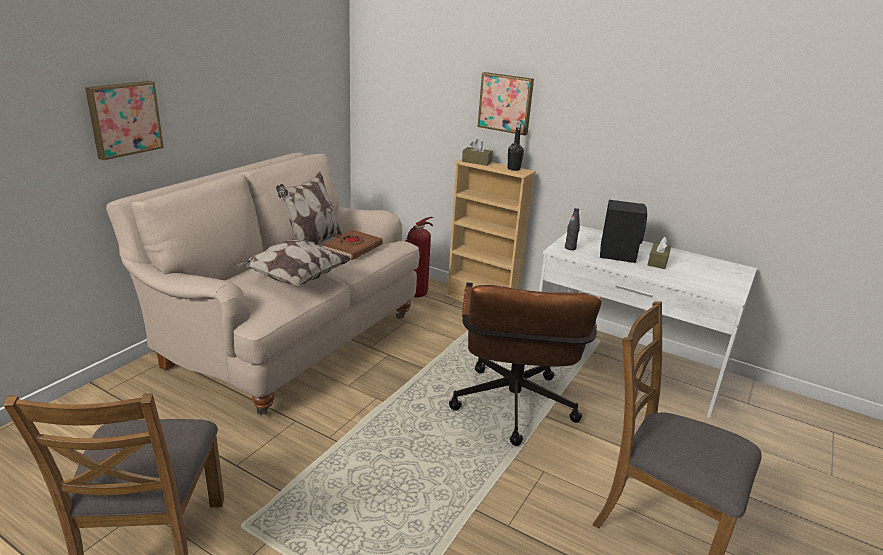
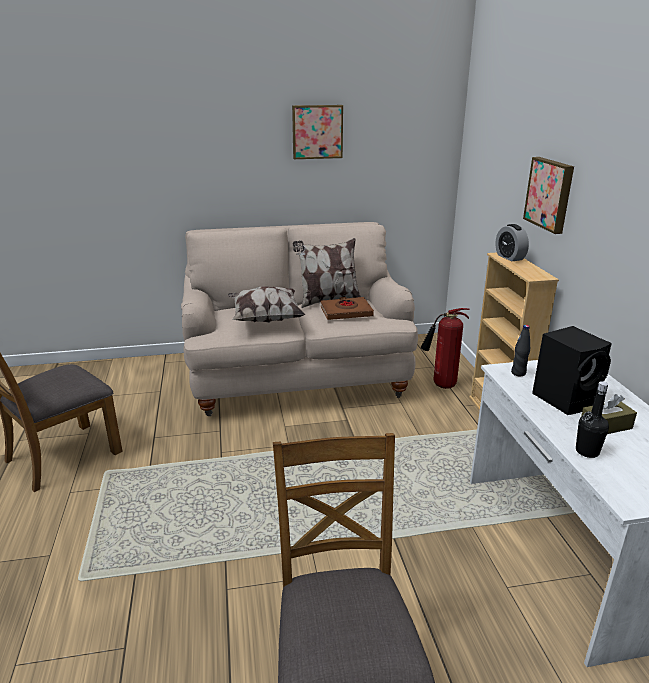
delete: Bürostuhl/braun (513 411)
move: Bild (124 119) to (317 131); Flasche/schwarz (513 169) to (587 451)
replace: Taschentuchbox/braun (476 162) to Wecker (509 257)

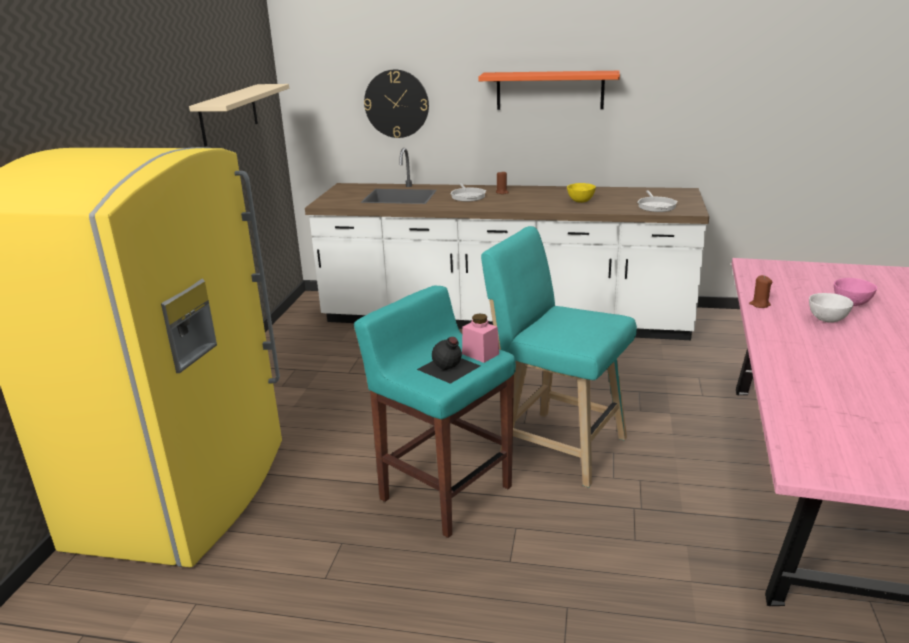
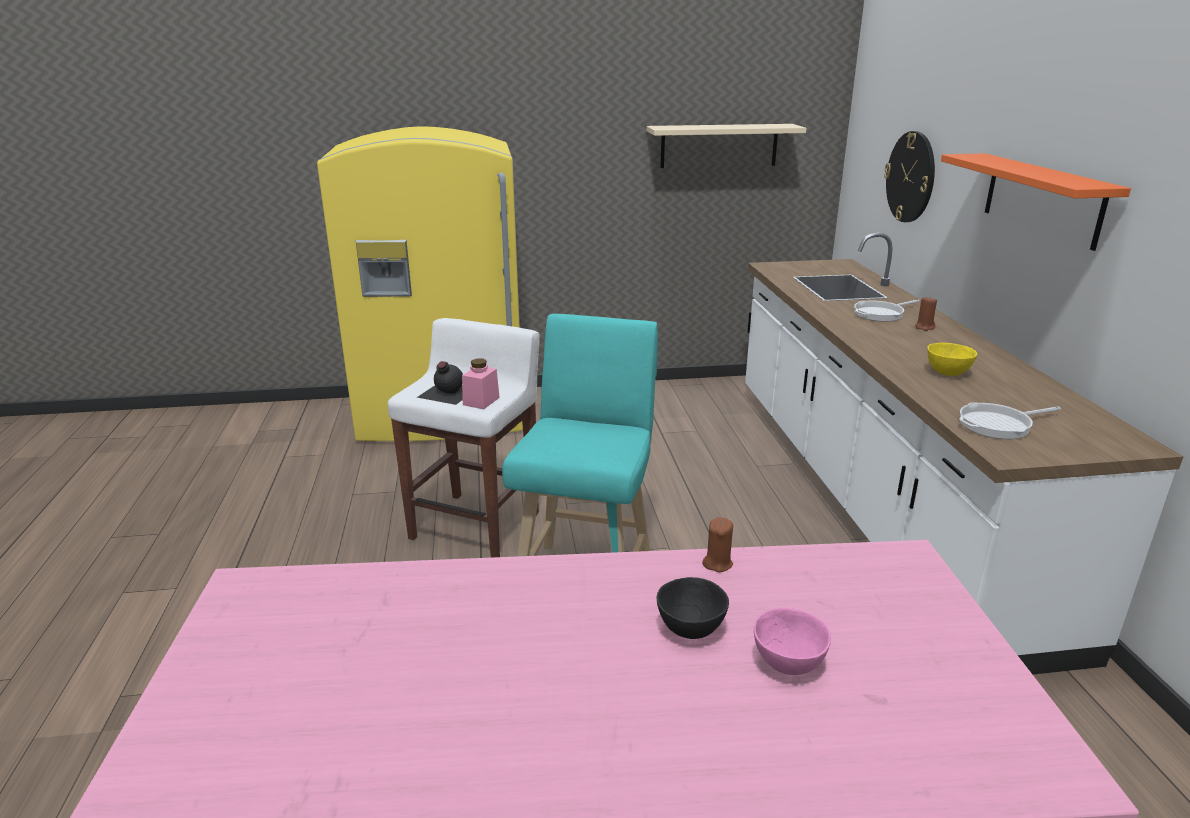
recolor: Hocker/türkis (444 492) to Hocker/weiß (476 525); Schüssel/weiß (827 320) to Schüssel/schwarz (689 629)

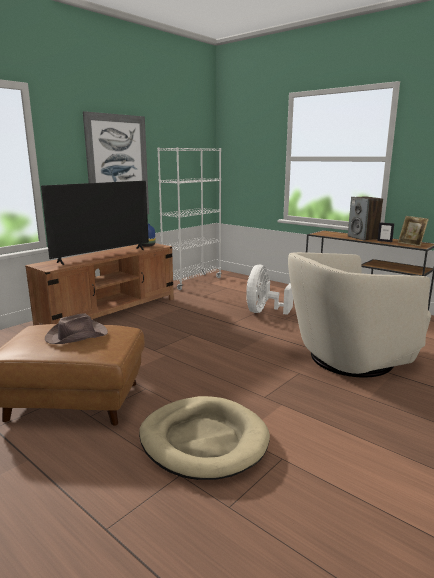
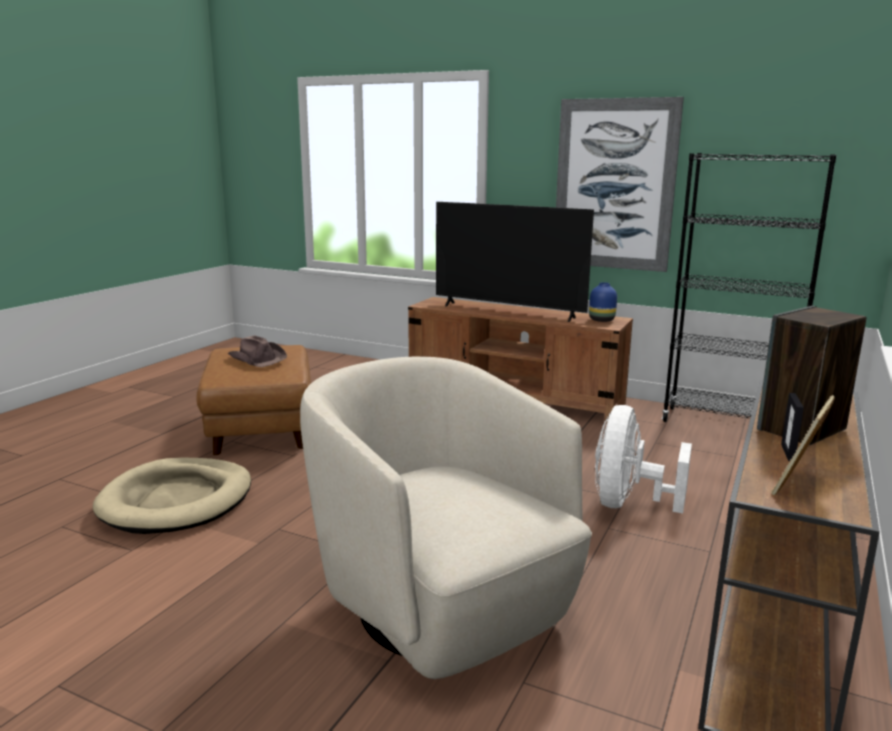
recolor: Bücherregal/weiß (192 282) to Bücherregal/schwarz (727 424)
rotate: Ventilator/weiß (264 311) = (628 503) 75 degrees counterclockwise

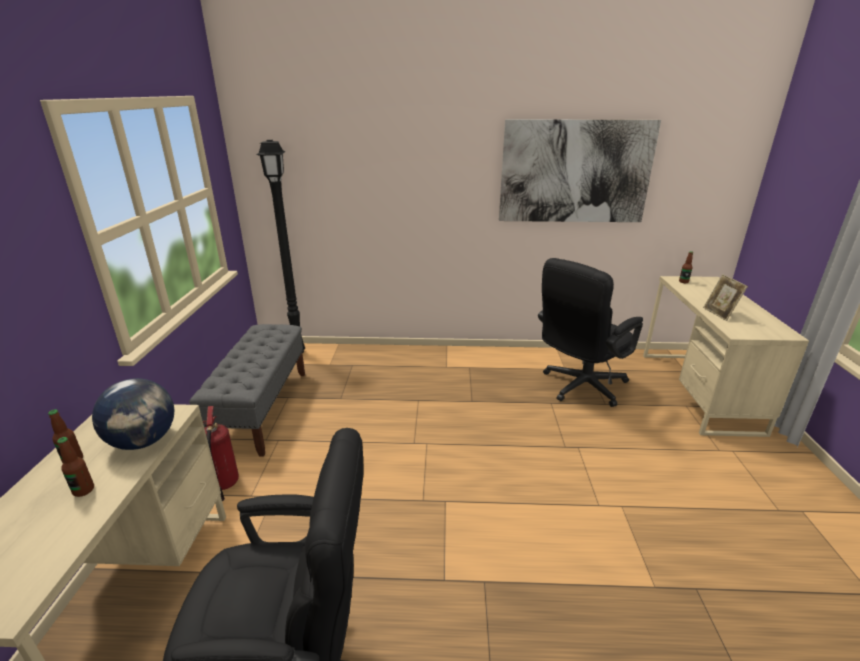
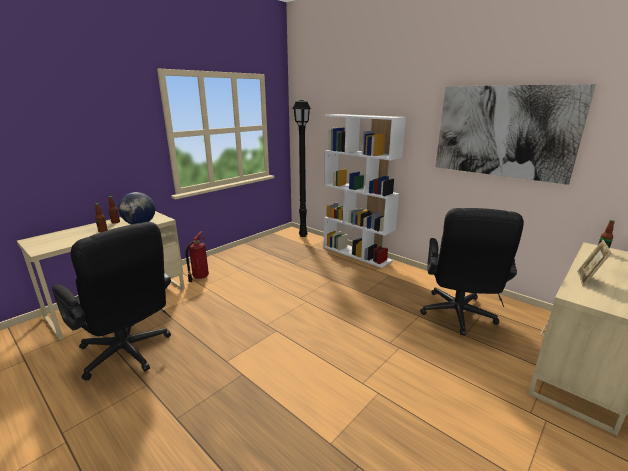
delete: Bank/grau (262 409)
insert: Bücherregal/weiß (357 254)
rotate: Bürostuhl/schwarz (579 387) = (457 317) 75 degrees counterclockwise

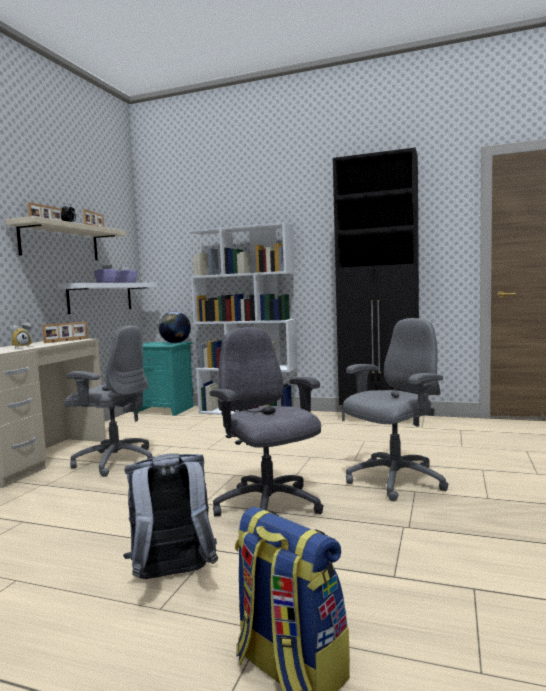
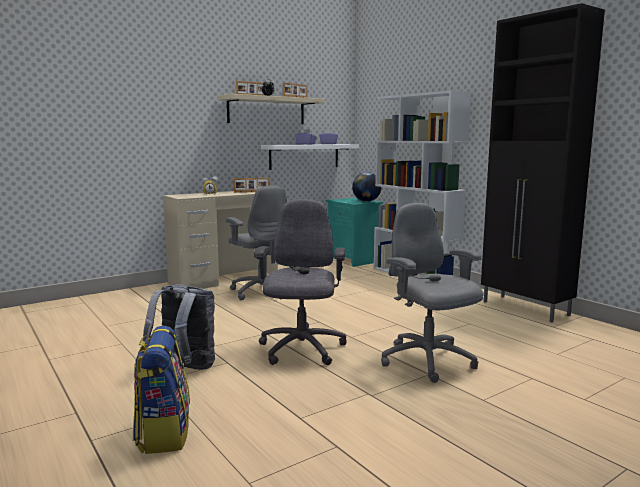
rotate: Bürostuhl/grau (394 481) = (428 362) 120 degrees counterclockwise

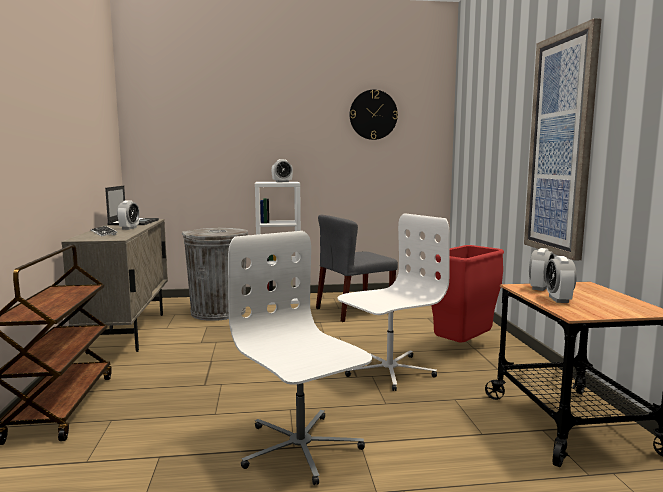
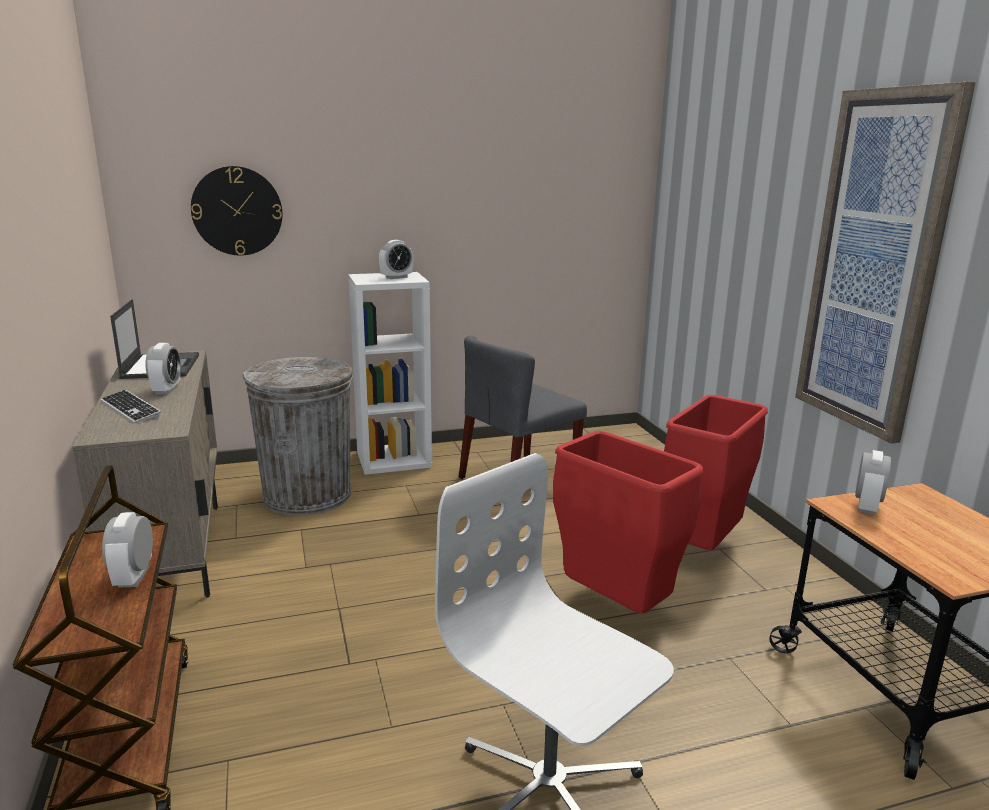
move: Wanduhr (373 115) to (237 211); Wecker (558 299) to (134 577)
replace: Bürostuhl/weiß (388 370) to Mülleimer/rot (616 606)

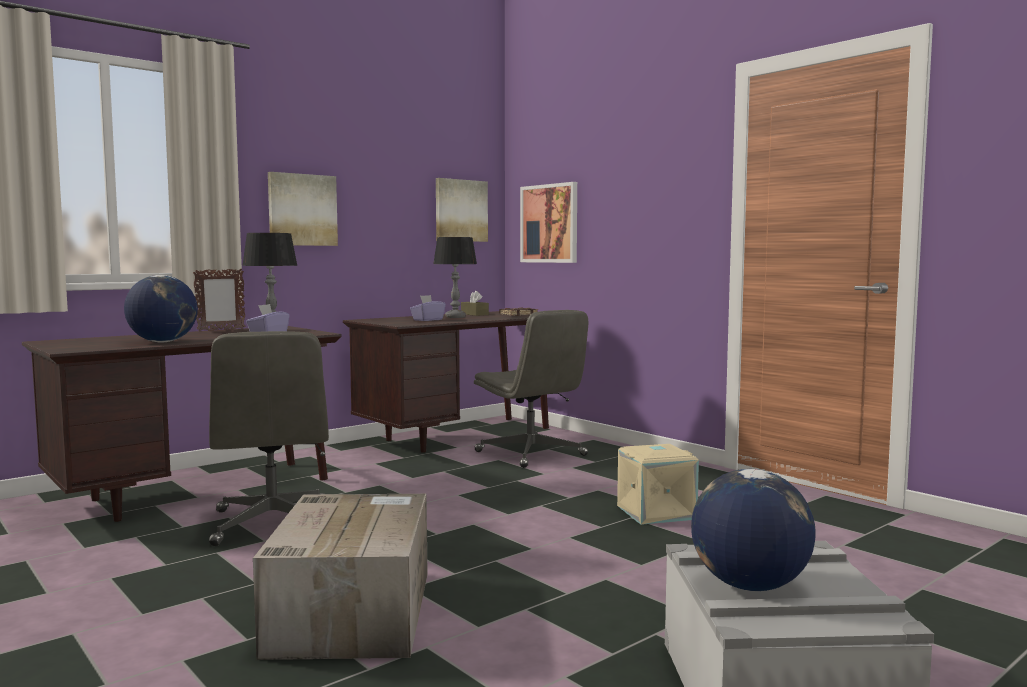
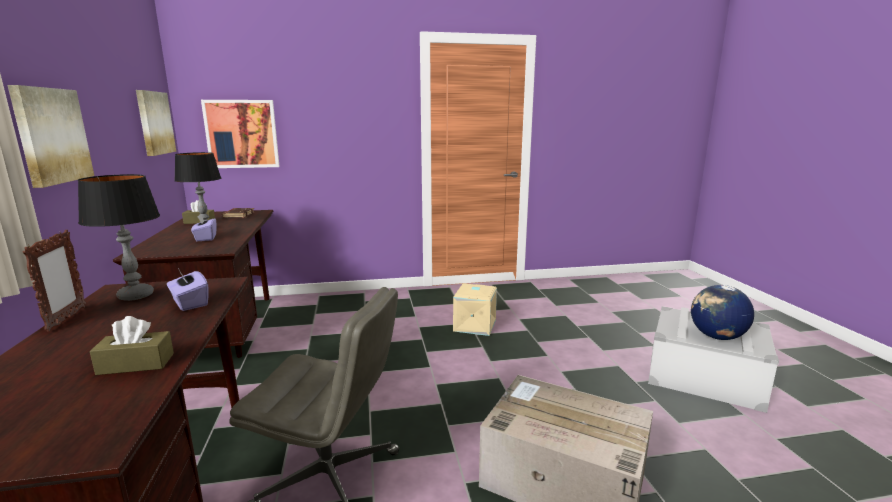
delete: Bürostuhl/grau (531 454)
replace: Globus (163 342) to Taschentuchbox/braun (136 364)

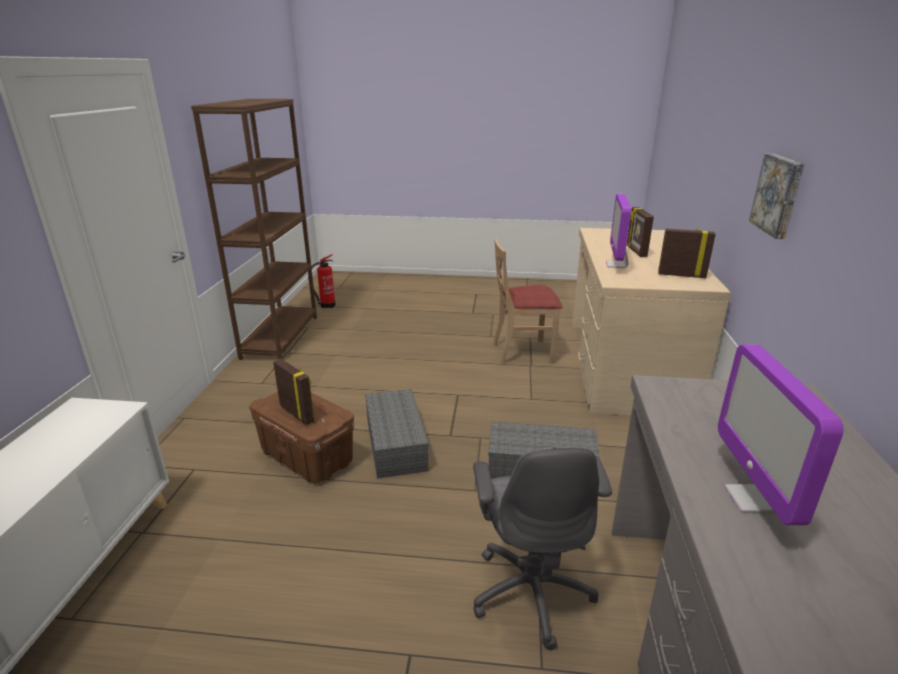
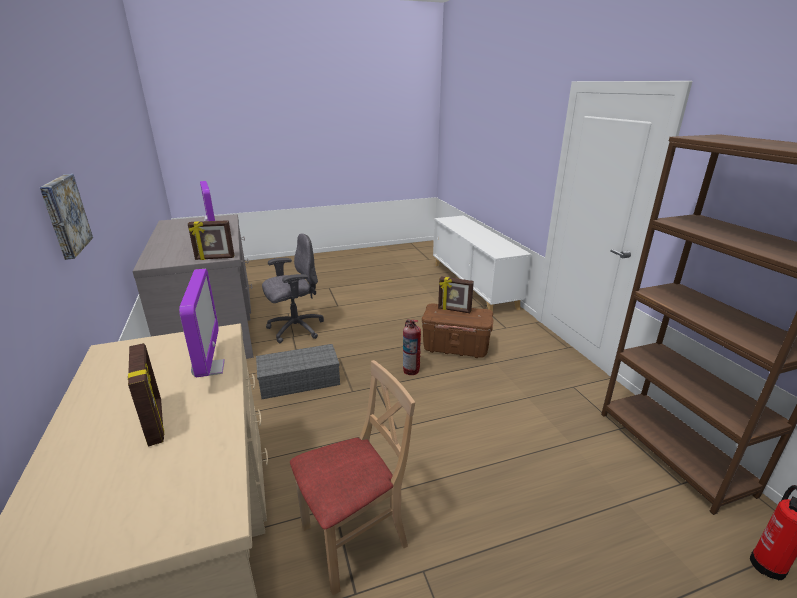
move: Bilderrahmen (681 275) to (215 258)
replace: Aufbewahrungsbox/grau (394 443) to Feuerlöscher (411 370)
rotate: Bürostuhl/grau (532 590) = (295 329) 90 degrees clockwise

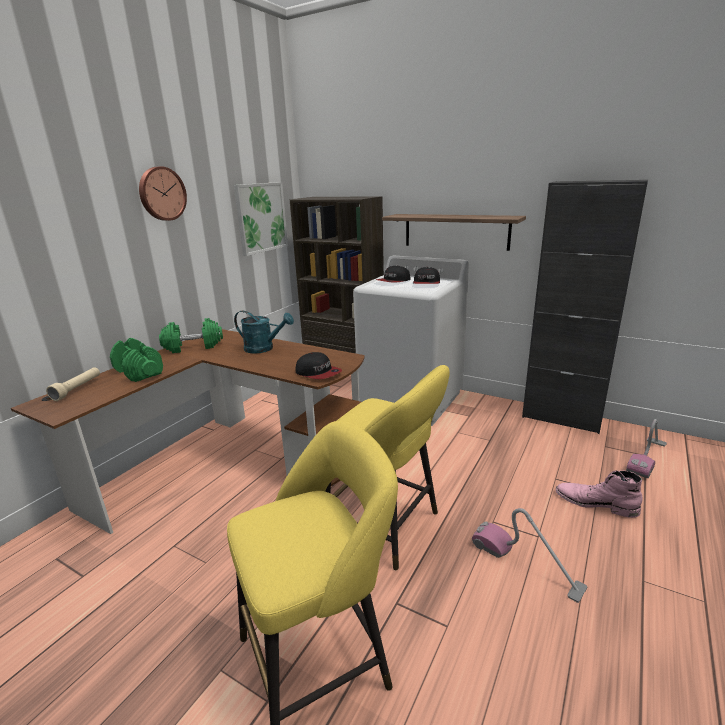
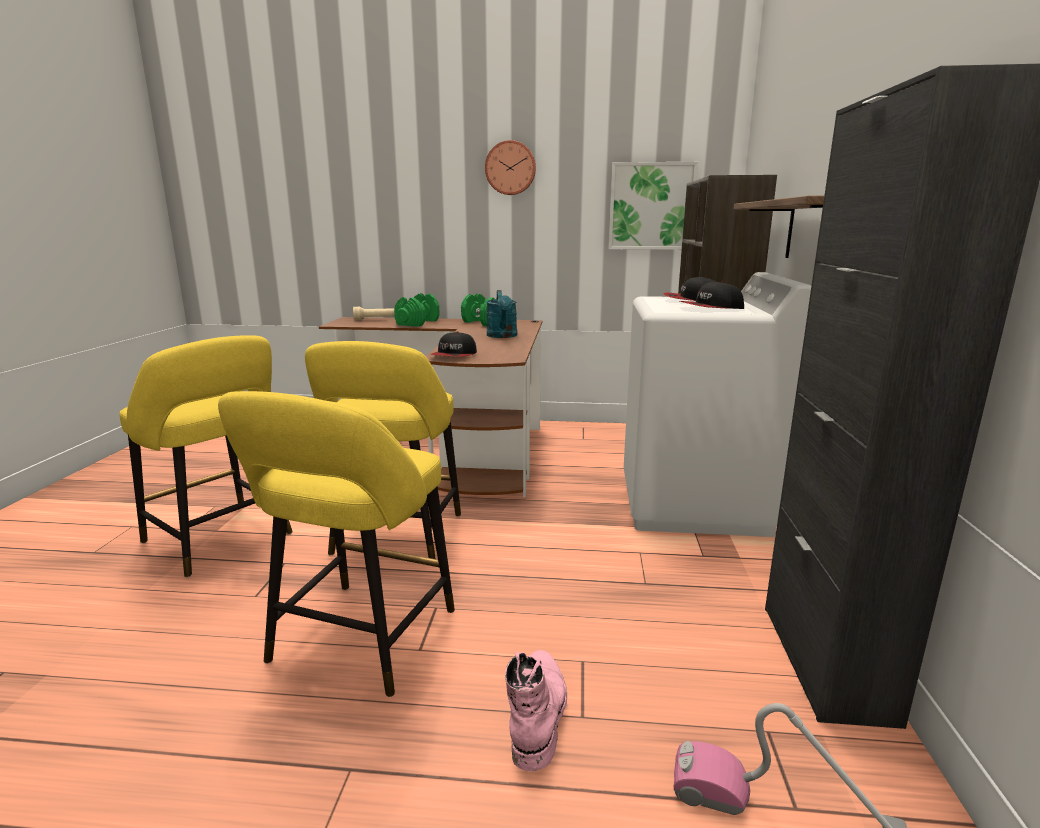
replace: Staubsauger (525 564) to Hocker/gelb (358 642)

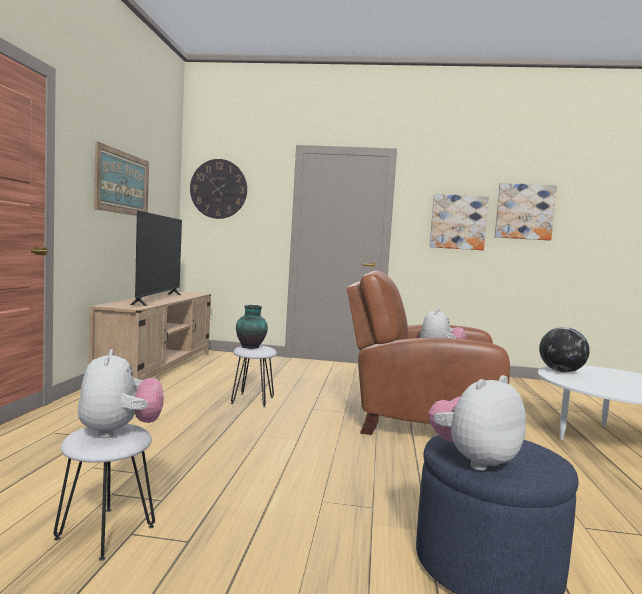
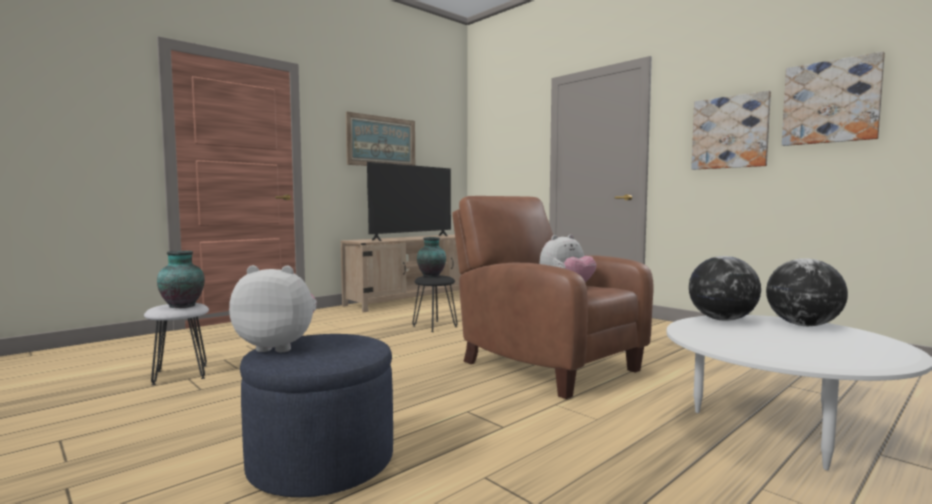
delete: Wanduhr (218 189)
insert: Globus (803 325)
replace: Plüschtier (119 432) to Vase (182 306)
recolor: Hocker/weiß (253 400) to Hocker/schwarz (435 326)

